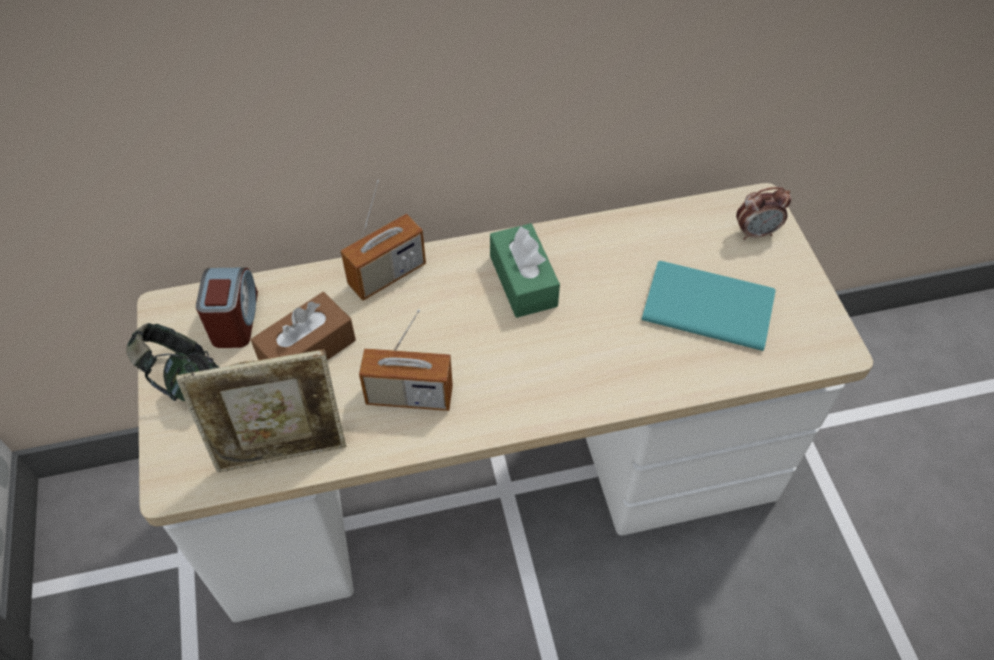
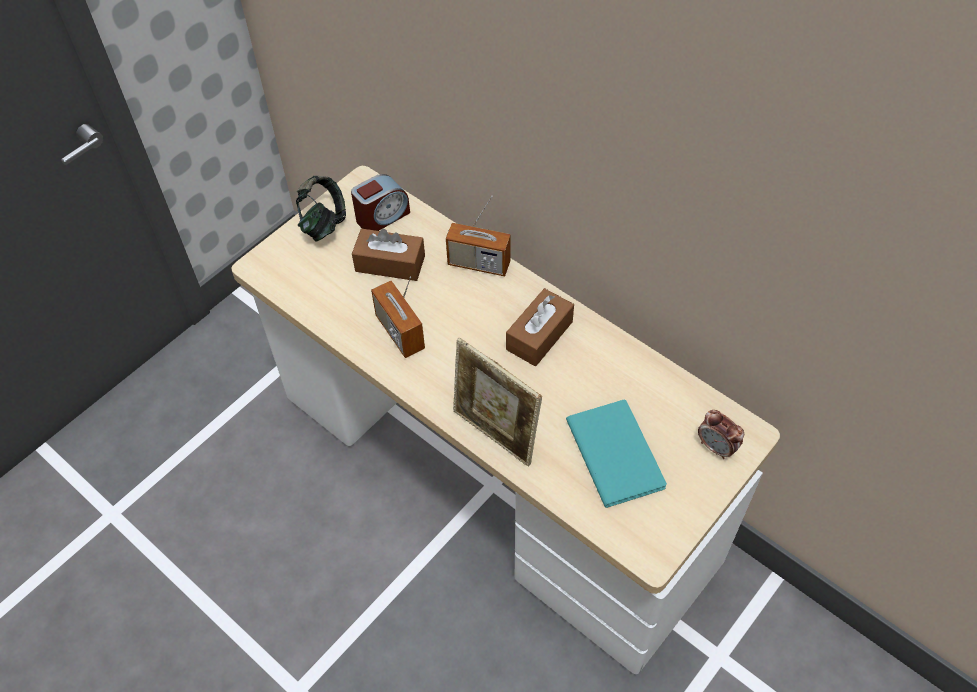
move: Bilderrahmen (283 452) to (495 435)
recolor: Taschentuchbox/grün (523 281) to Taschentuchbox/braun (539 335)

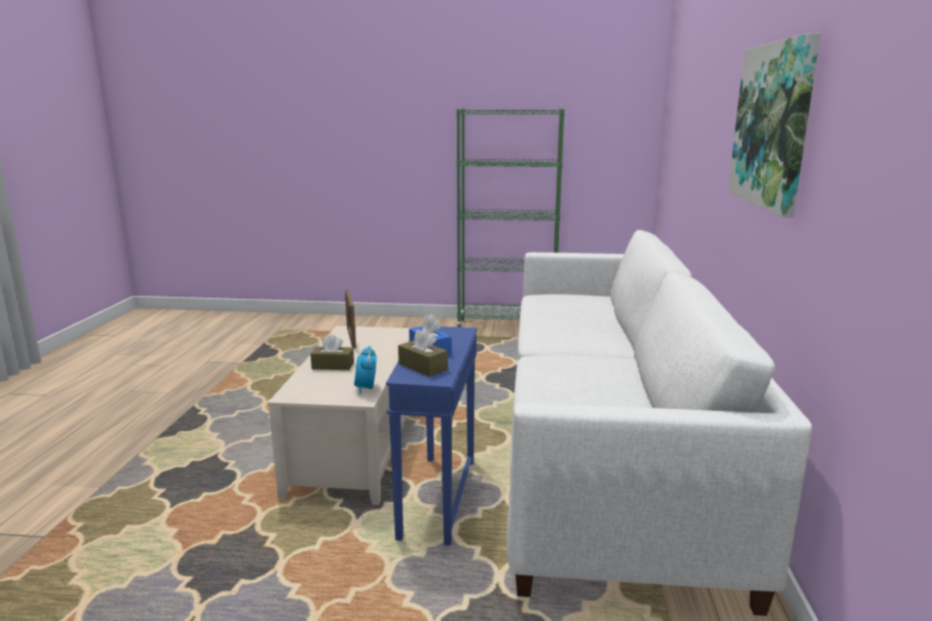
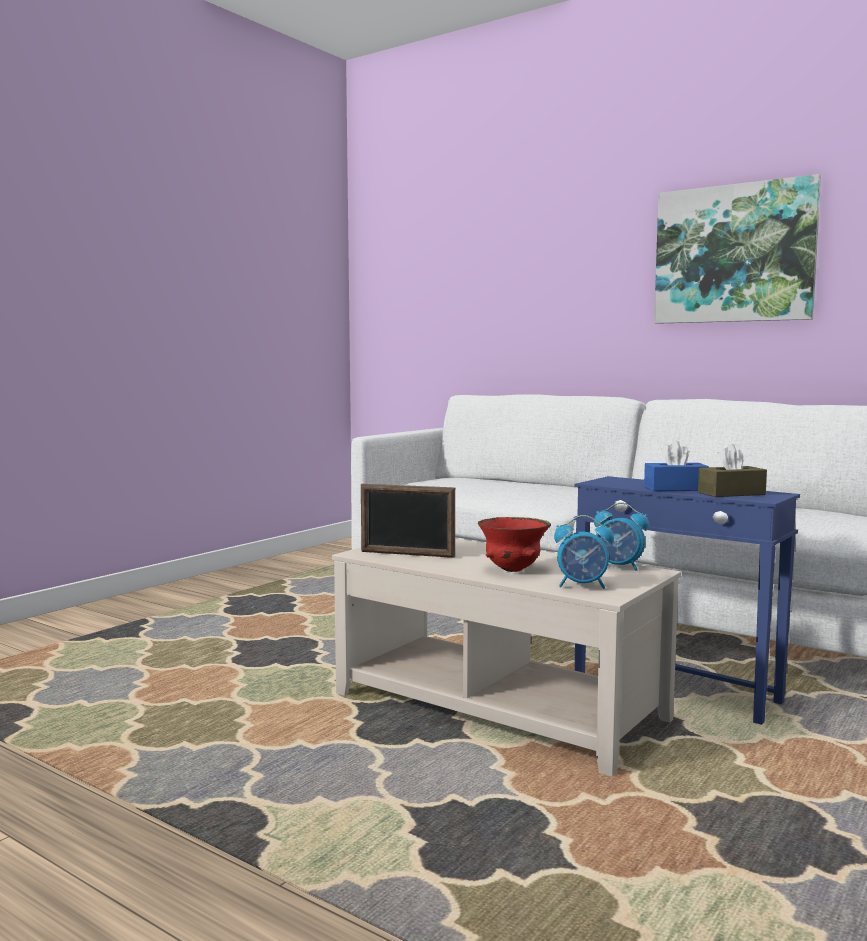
delete: Bücherregal/grün (507 327)
insert: Wecker (582 586)
replace: Taschentuchbox/braun (333 366) to Schüssel/rot (513 570)

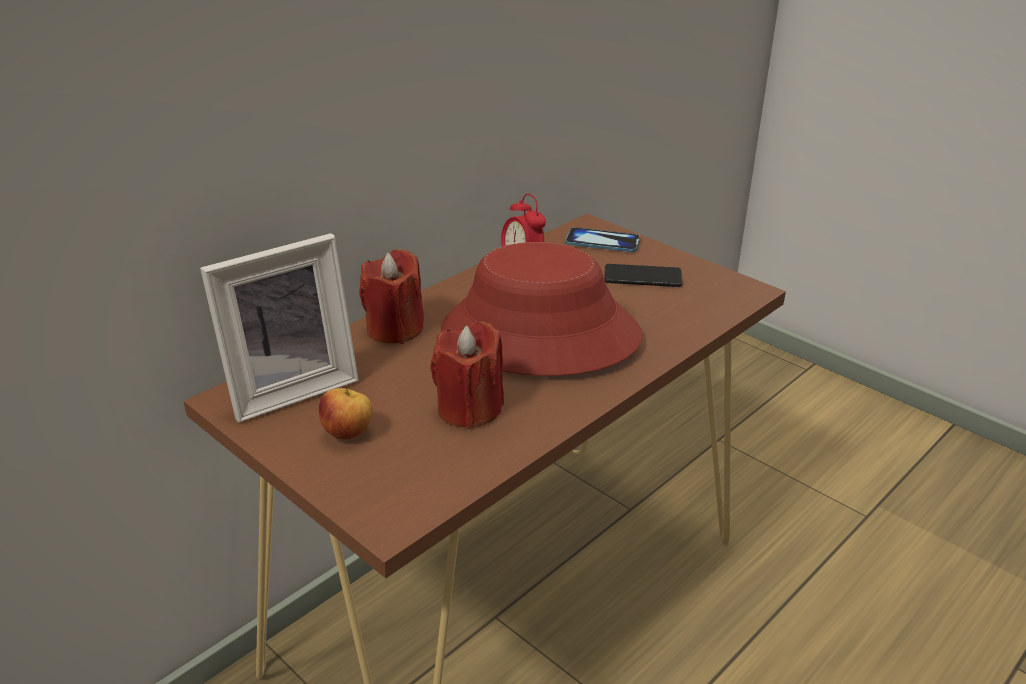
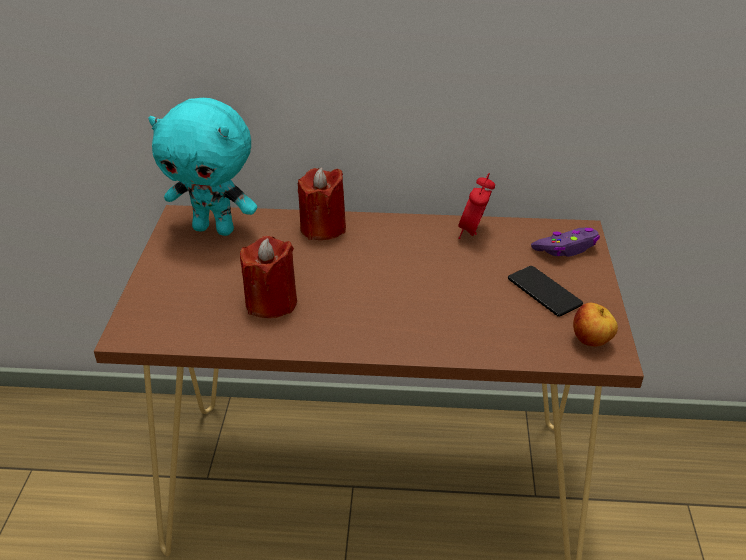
delete: Hut/rot (539 335)
move: Apfel (348 434) to (591 342)
replace: Handy (602 242) to Gamepad/lila (566 248); Bilderrahmen (289 388) to Plüschtier/türkis (215 229)

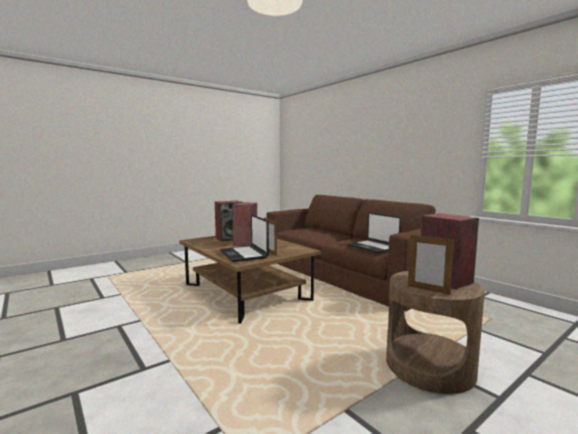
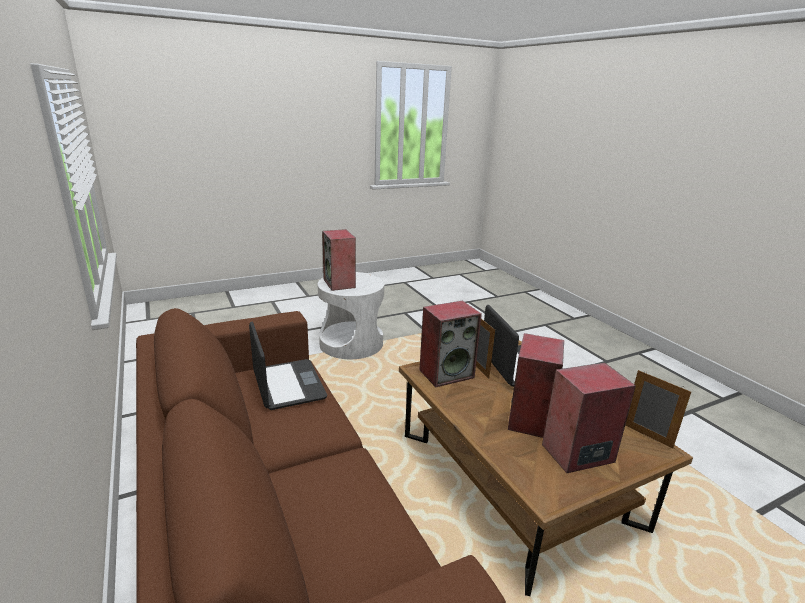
insert: Lautsprecher (447 373)
move: Bilderrahmen (428 290) to (647 436)
recolor: Beistelltisch/braun (429 366) to Beistelltisch/weiß (351 344)

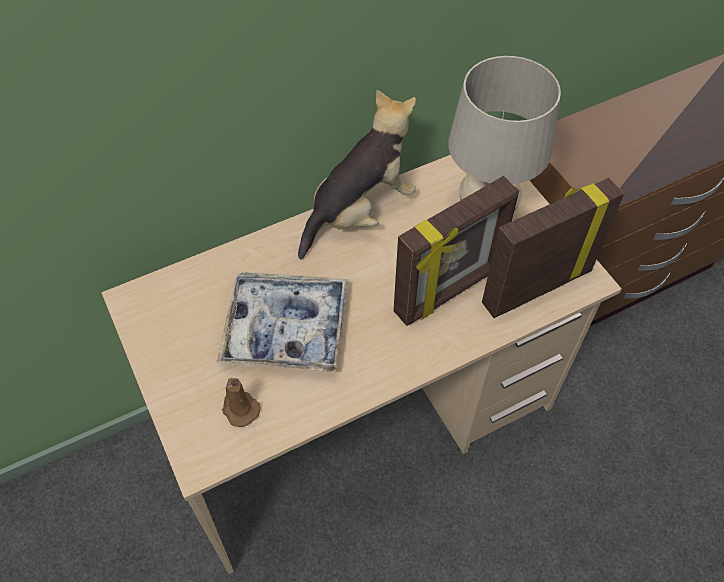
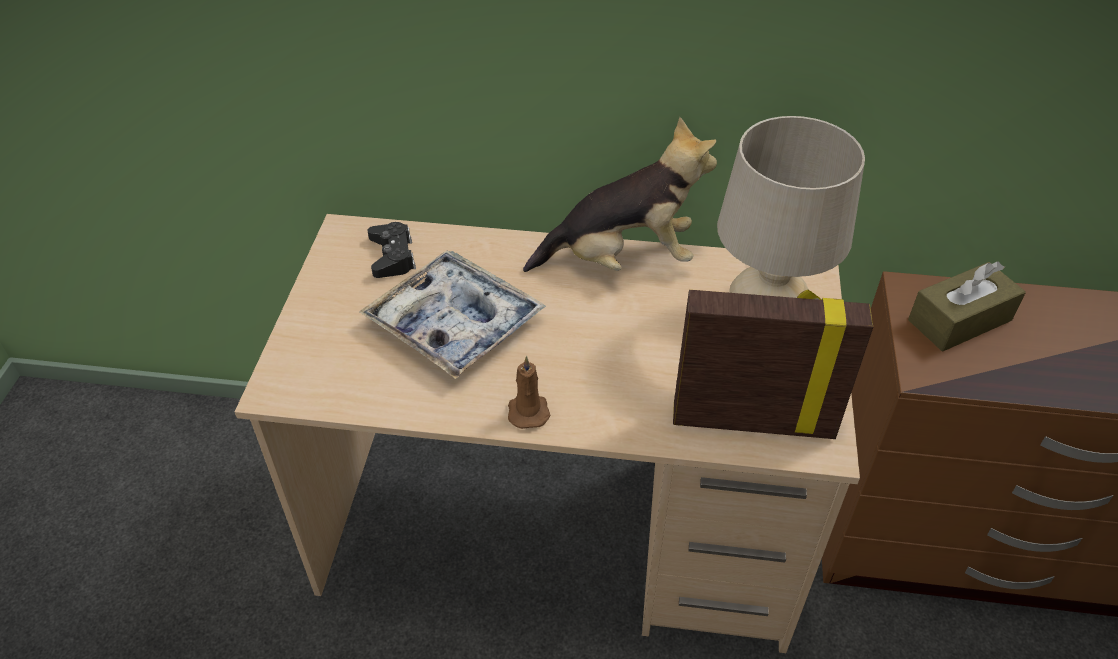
delete: Bilderrahmen (448 292)
insert: Gamepad/schwarz (392 256); Taschentuchbox/braun (959 320)
move: Kerze/braun (239 408) to (528 410)

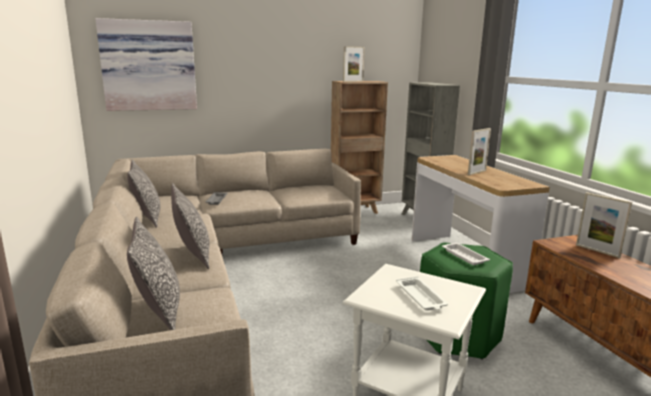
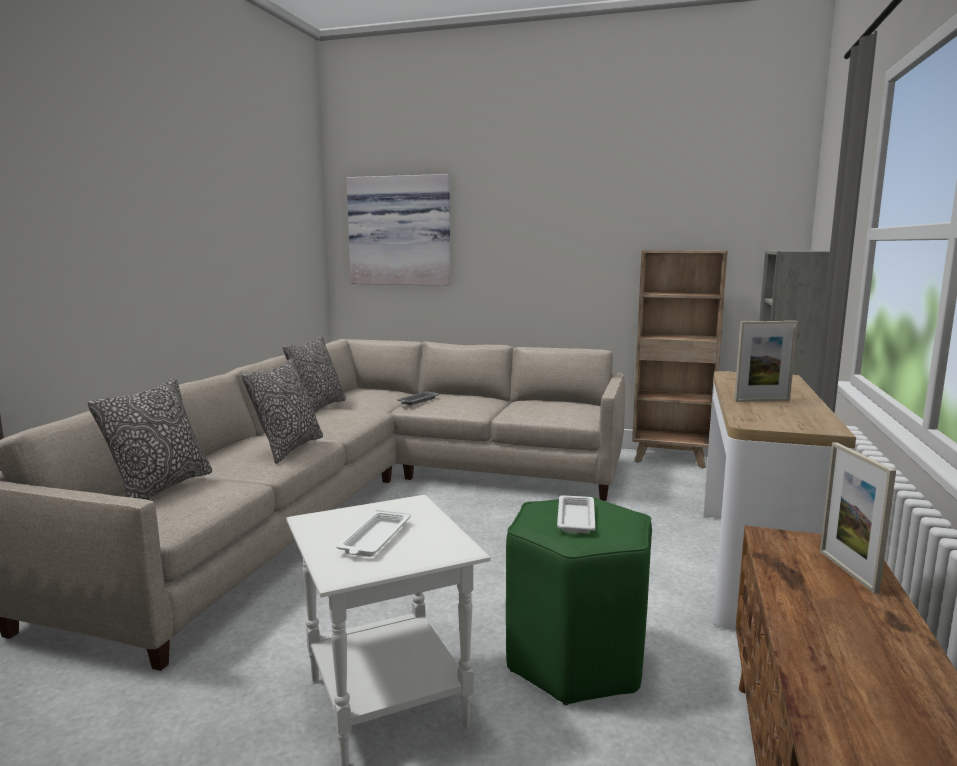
delete: Bilderrahmen (353 81)

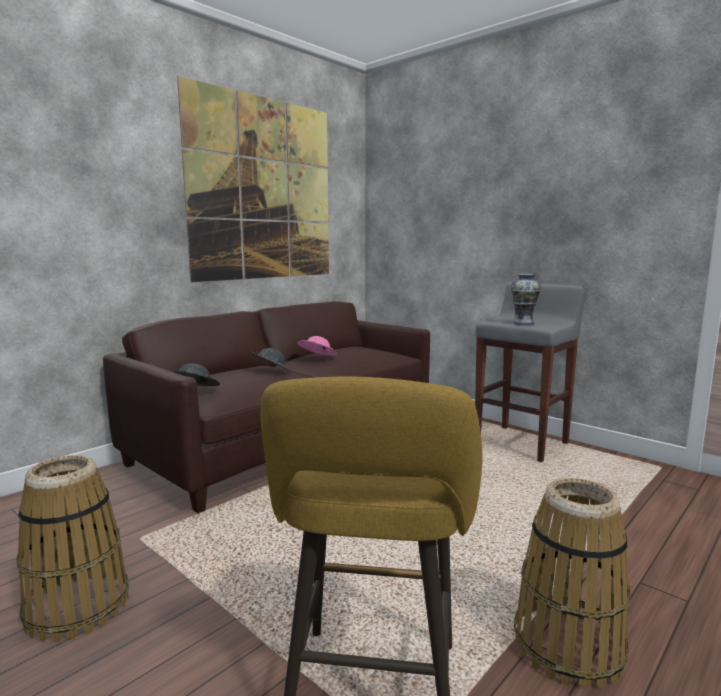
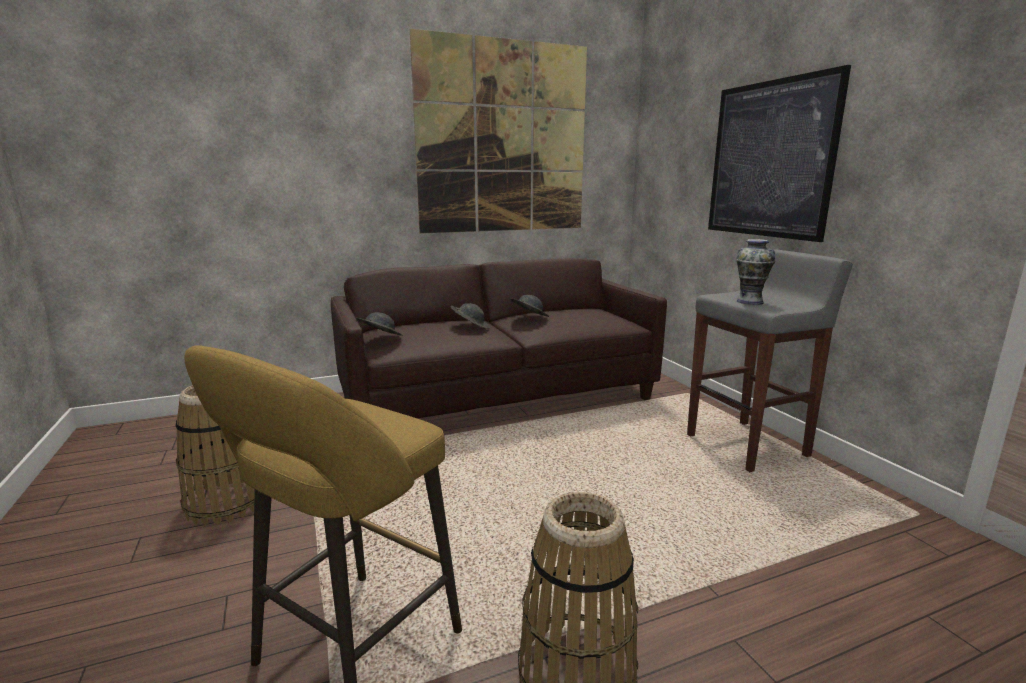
insert: Bild (770 160)
recolor: Hut/rosa (317 358) to Hut/grau (529 318)

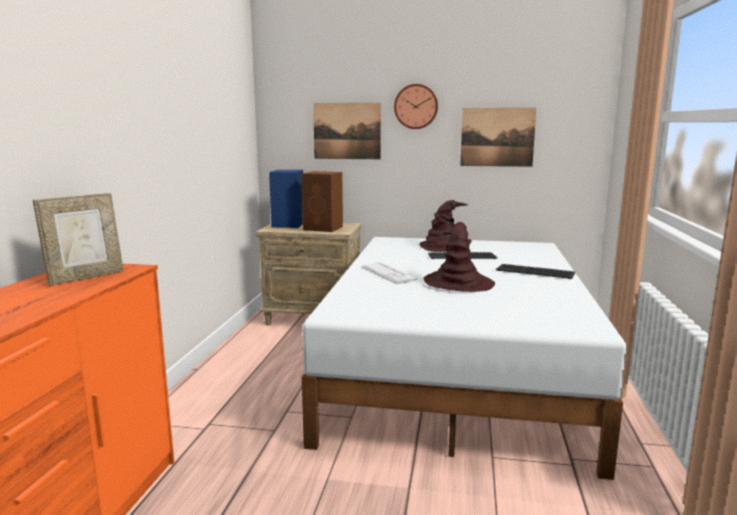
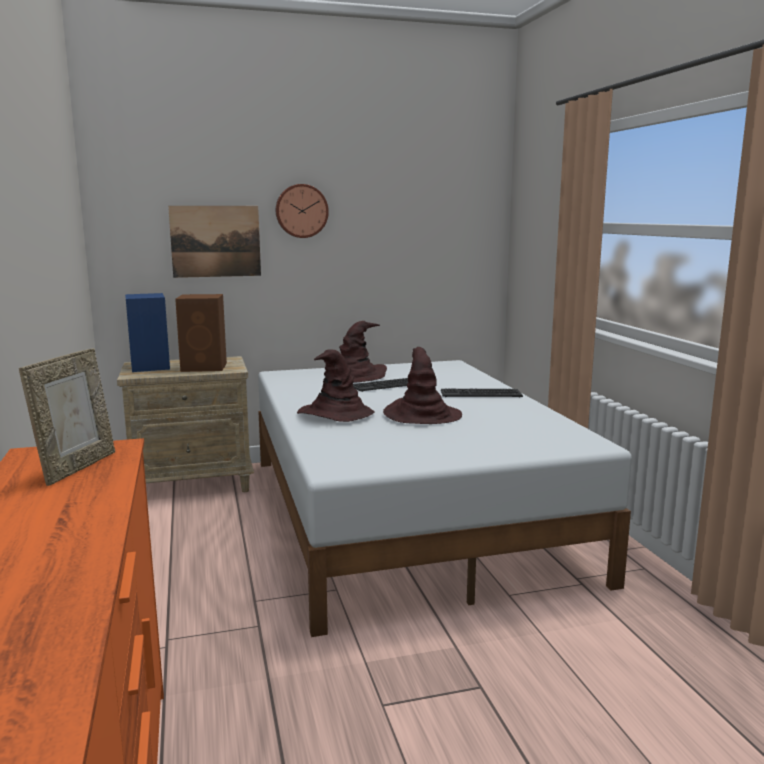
delete: Bild (497 137)
replace: Tastatur (388 273) to Hut/braun (334 414)

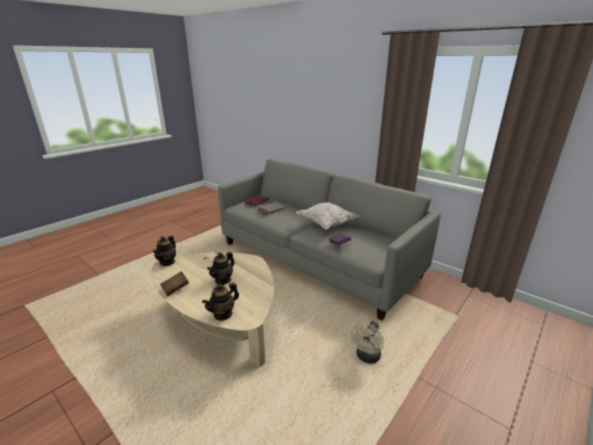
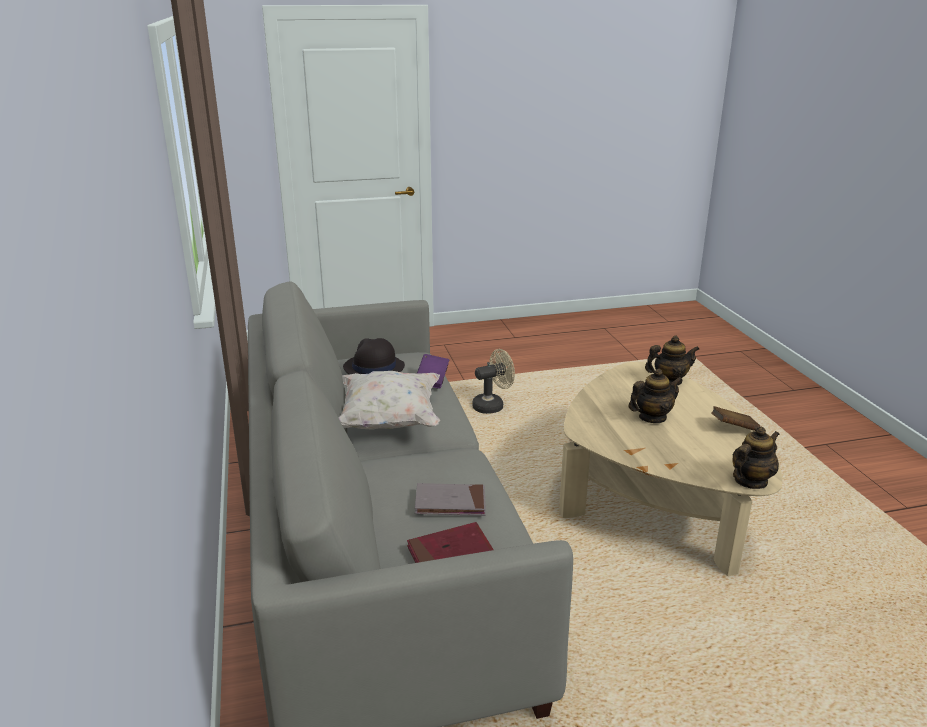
insert: Hut/schwarz (373 367)

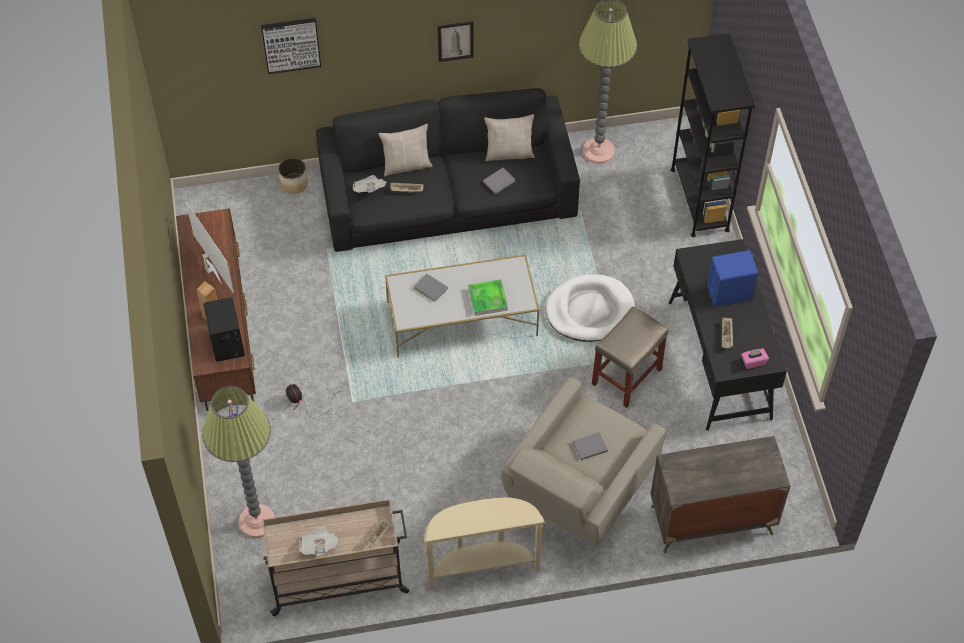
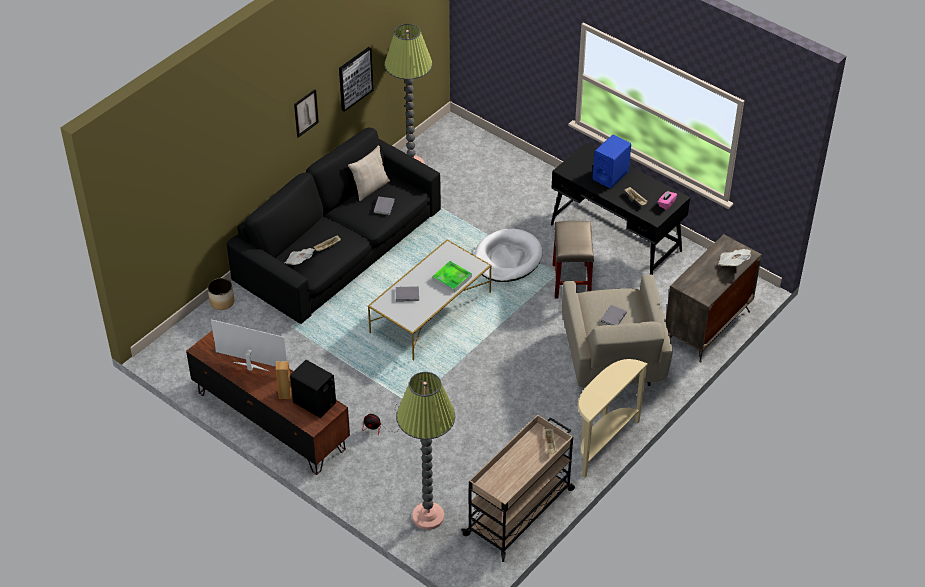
delete: Bücherregal/schwarz (699 199); Kissen/beige (406 165)
move: Bild (291 44) to (355 78); Zeitung (319 546) to (732 263)

